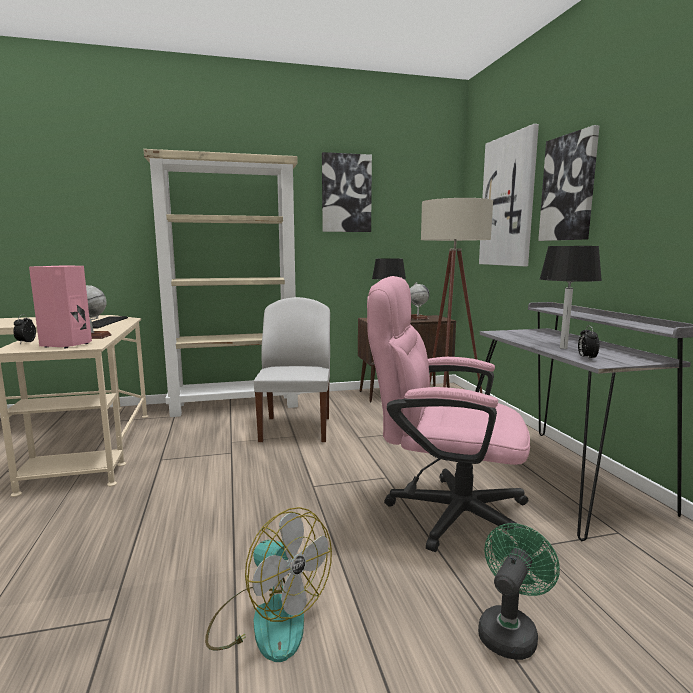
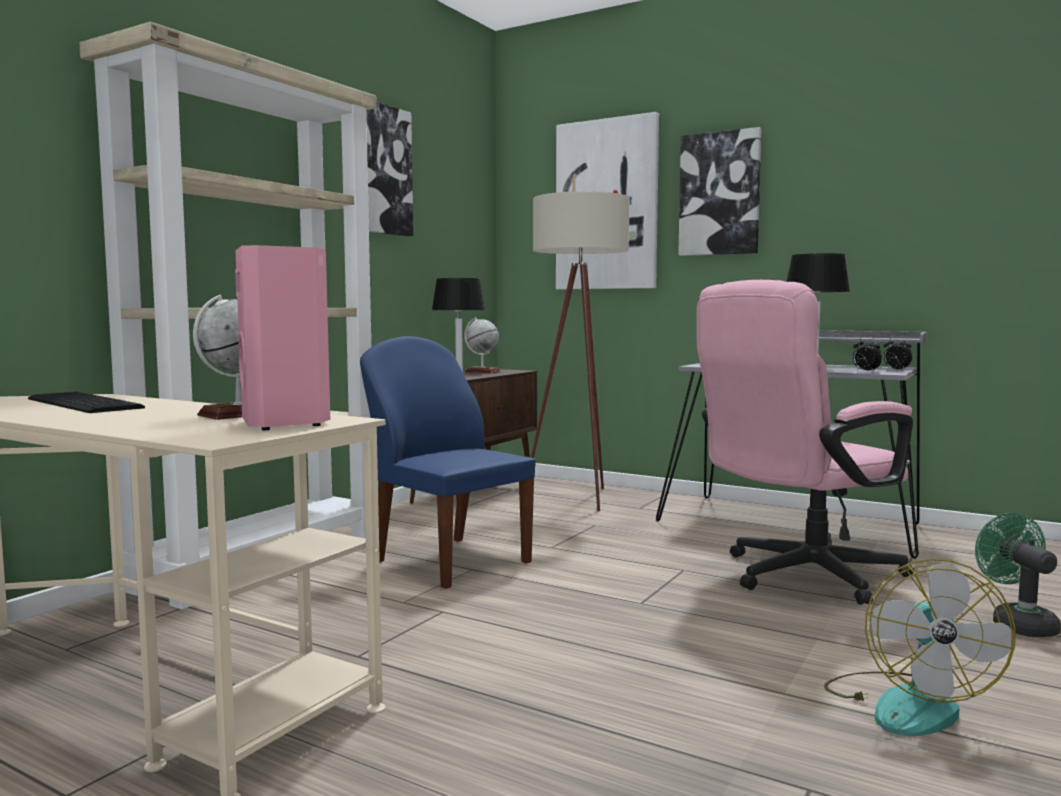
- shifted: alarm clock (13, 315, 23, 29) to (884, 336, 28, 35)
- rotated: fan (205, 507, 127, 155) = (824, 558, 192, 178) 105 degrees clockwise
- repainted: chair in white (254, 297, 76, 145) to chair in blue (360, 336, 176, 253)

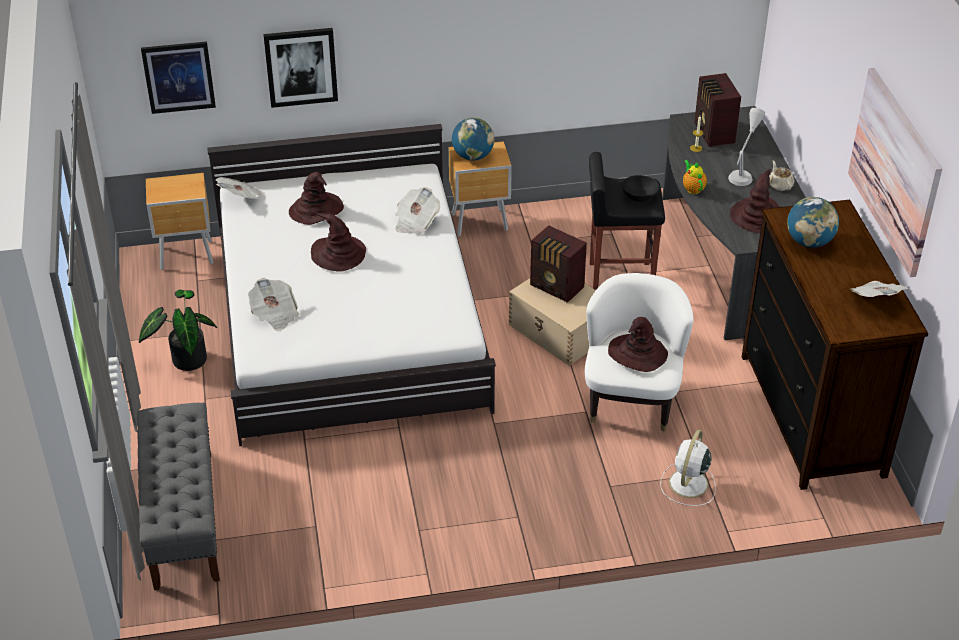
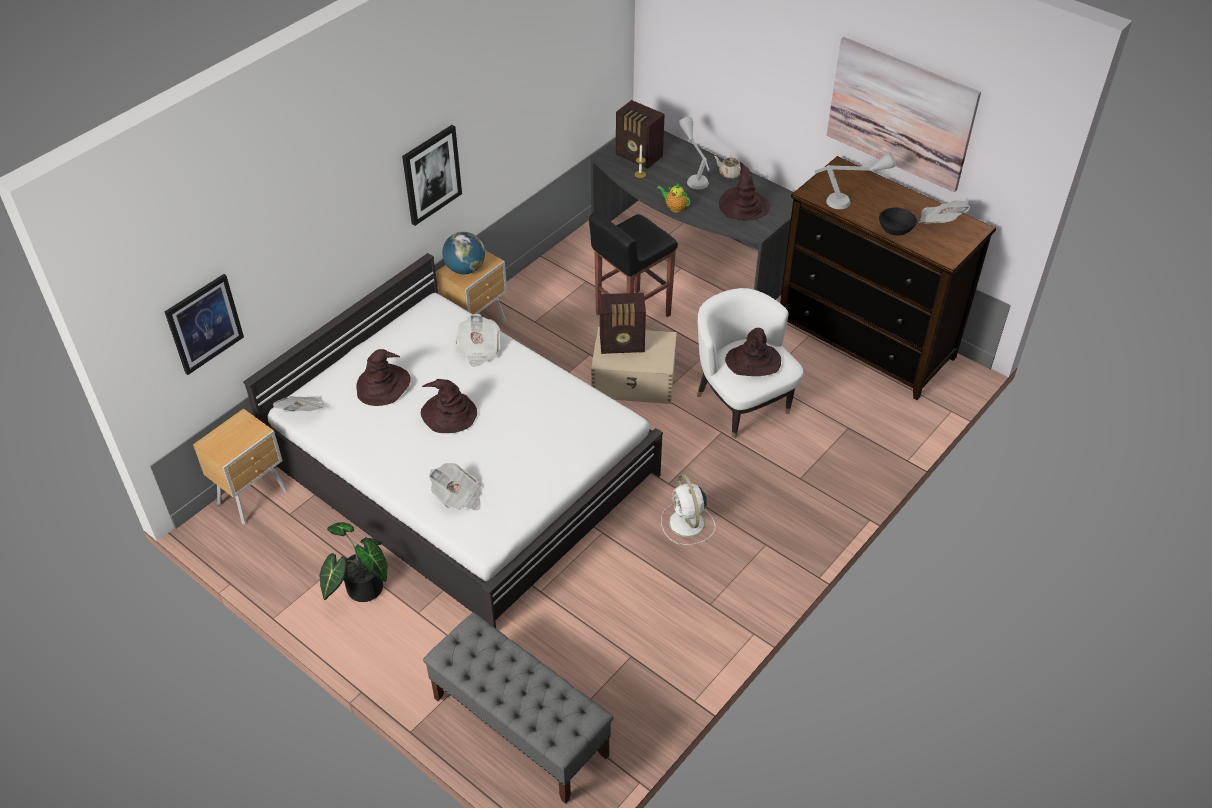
- shifted: picture (263, 28, 75, 80) to (402, 125, 60, 101)
- shifted: bowl in black (622, 175, 37, 27) to (879, 207, 38, 29)
- shifted: fan in white (660, 430, 56, 76) to (661, 474, 54, 71)
- swapped: globe (787, 197, 52, 51) to table lamp in grey (814, 152, 82, 57)

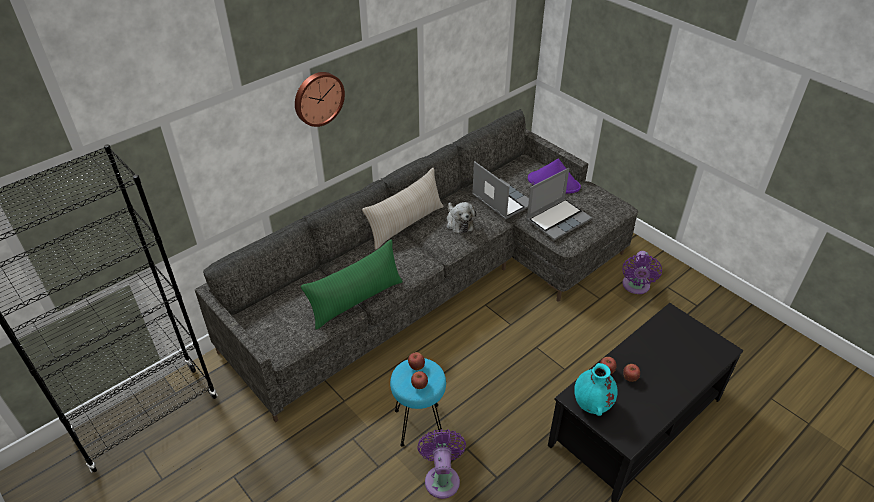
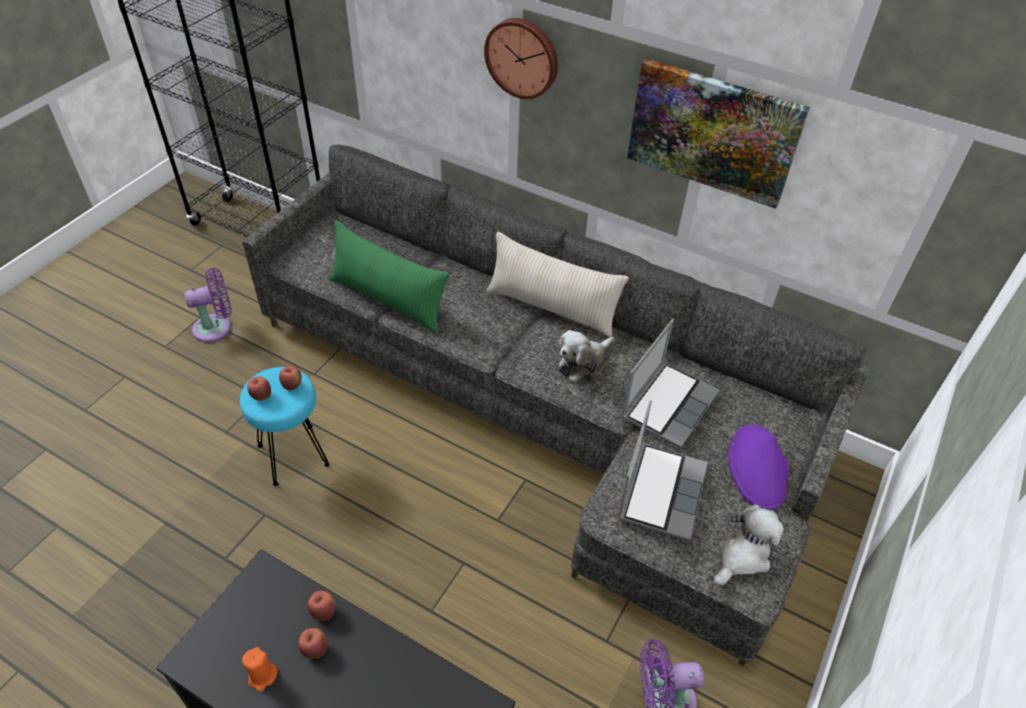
- shifted: fan in purple (418, 429, 48, 70) to (184, 268, 48, 75)
- rotated: laptop (526, 168, 66, 72) = (617, 400, 91, 141) 105 degrees counterclockwise
- gone: vase in turquoise (574, 363, 44, 53)
- new: candle in orange (242, 647, 35, 45)
- new: picture (627, 59, 183, 150)
- new: plush toy (713, 505, 71, 80)

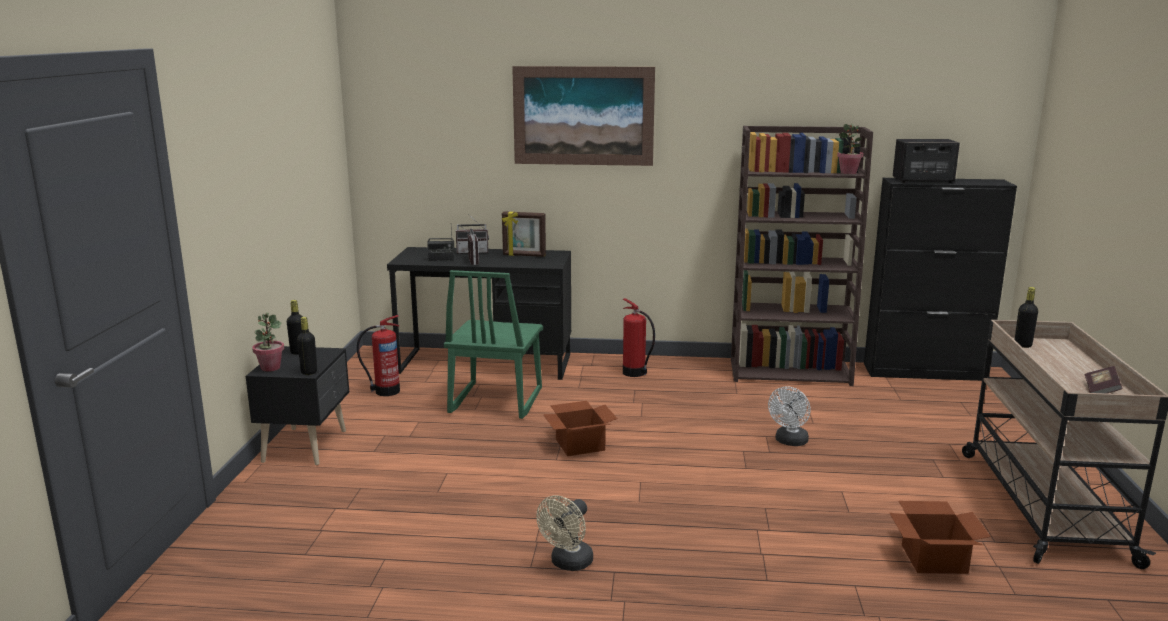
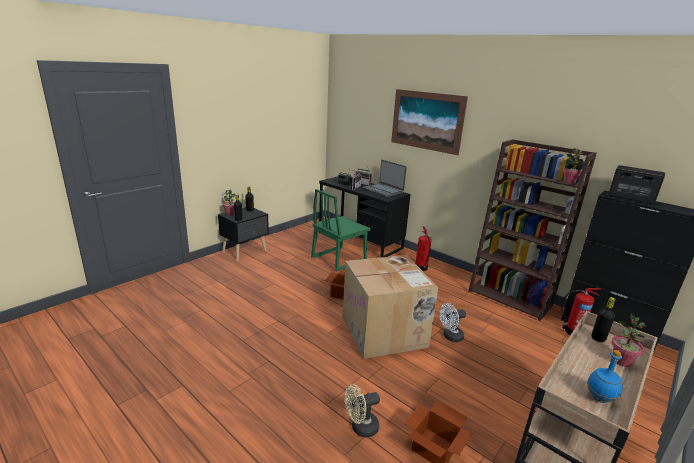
- shifted: fire extinguisher (357, 315, 43, 81) to (561, 288, 40, 47)
- swapped: picture frame (502, 211, 44, 46) to laptop (363, 160, 44, 37)
- shifted: fan in beige (536, 495, 57, 76) to (345, 384, 35, 54)
- swapped: book (1085, 366, 38, 28) to bottle in blue (587, 350, 36, 53)
- new: cardboard box (343, 255, 95, 104)
- new: potted plant (612, 314, 33, 53)

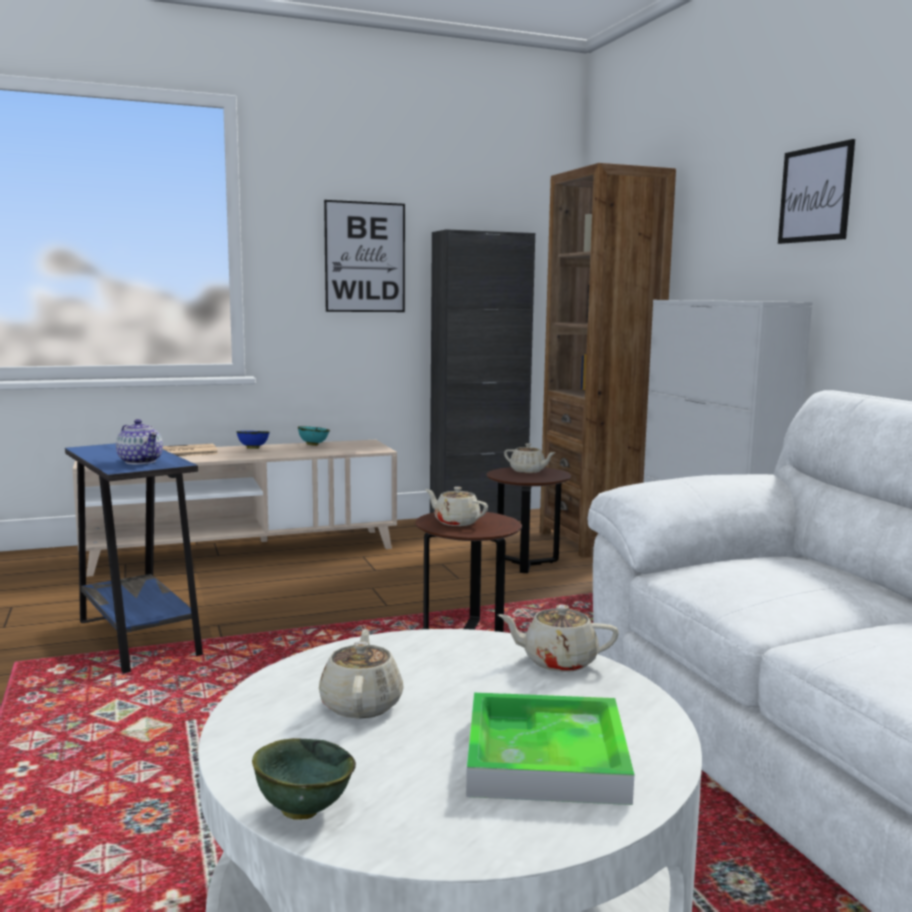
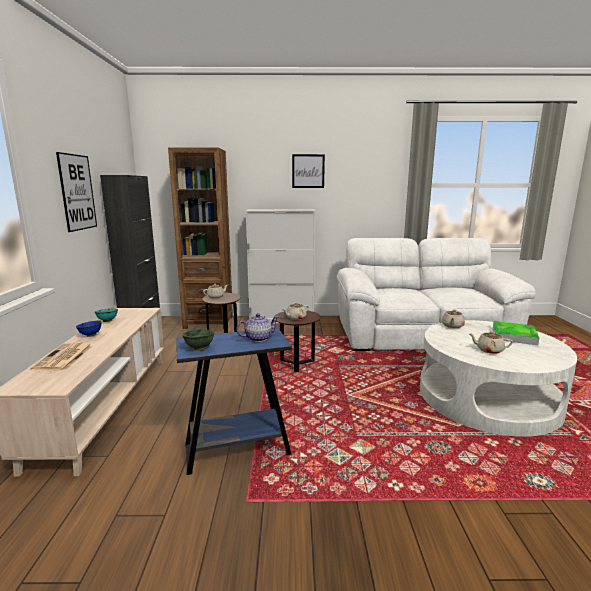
- shifted: bowl in green (252, 738, 104, 82) to (182, 329, 33, 22)

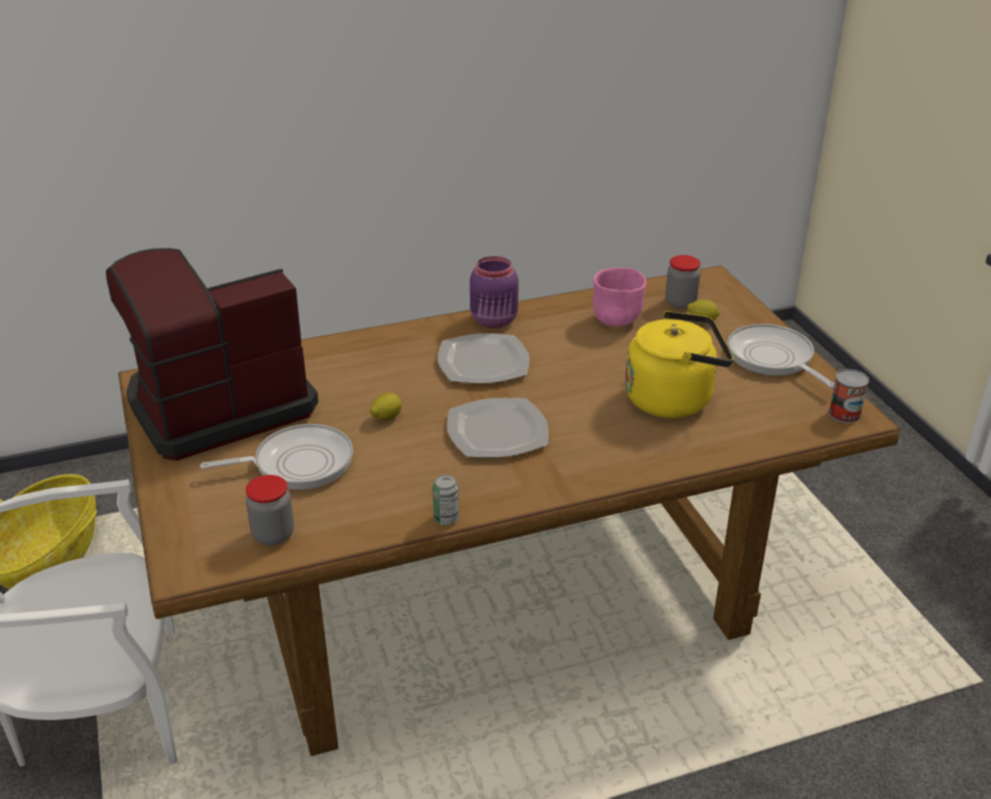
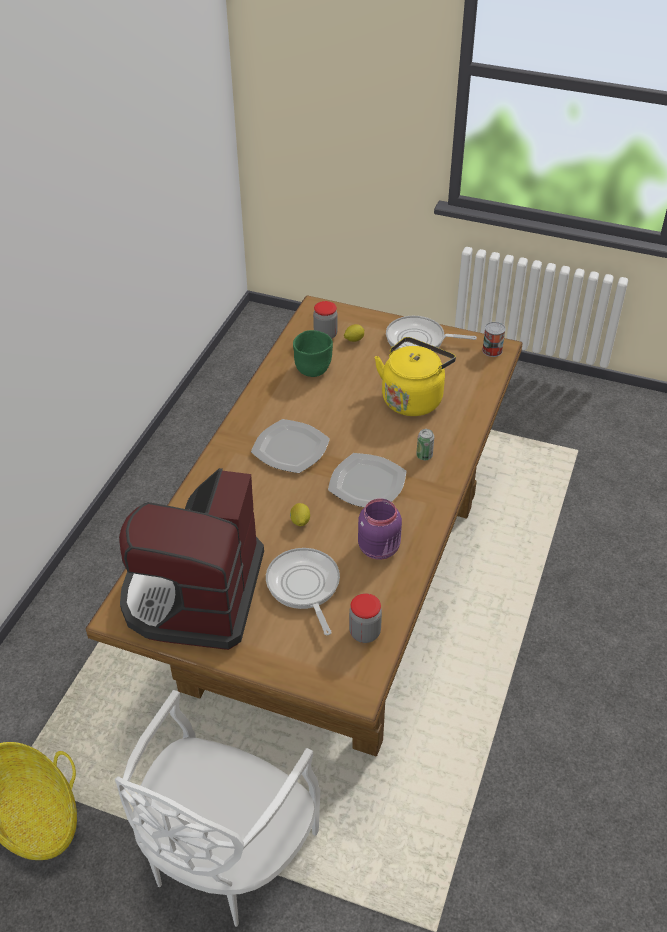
- rotated: frying pan (200, 424, 153, 66) = (266, 548, 74, 87) 45 degrees counterclockwise
- shifted: can (432, 475, 27, 50) to (417, 429, 17, 31)
- shifted: jar in purple (470, 256, 49, 72) to (358, 498, 44, 62)
- repainted: bowl in pink (593, 267, 53, 60) to bowl in green (293, 330, 40, 47)

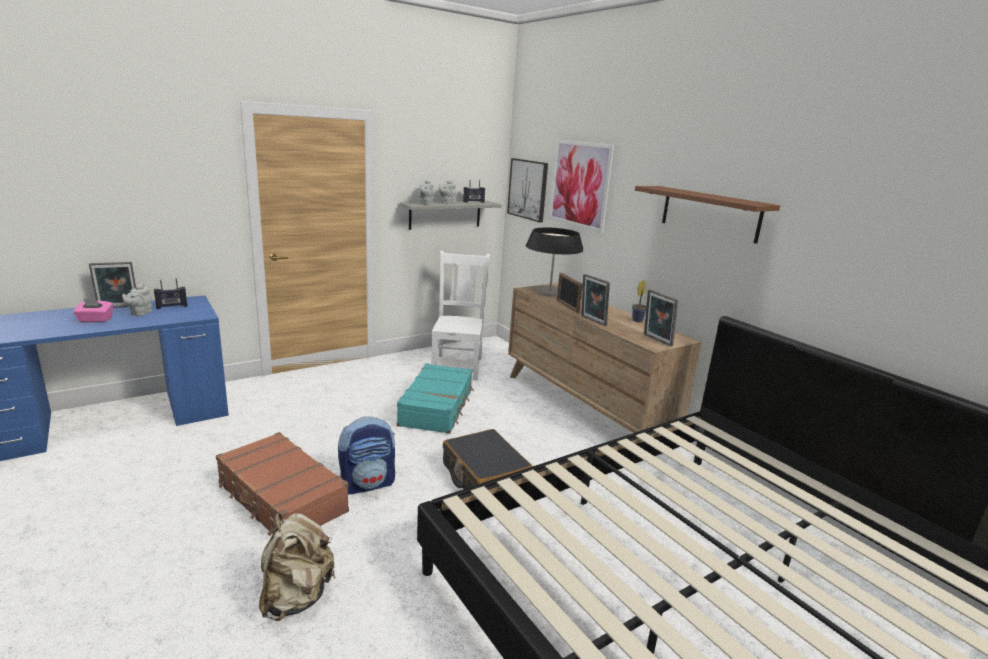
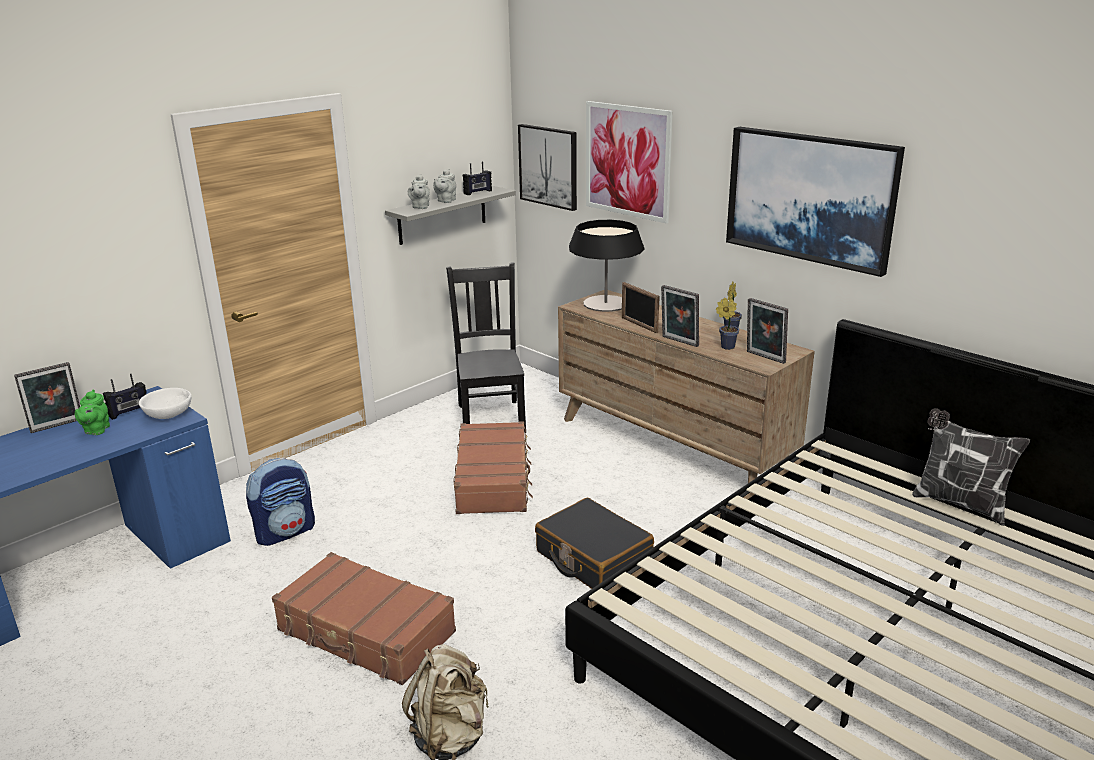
- gone: tissue box in pink (73, 299, 40, 23)
- repainted: teapot in grey (122, 283, 30, 33) to teapot in green (75, 389, 35, 46)
- shifted: backpack (338, 417, 57, 77) to (246, 458, 69, 88)
- repainted: suitcase in turquoise (397, 363, 77, 71) to suitcase in brown (453, 421, 80, 93)
- repainted: chair in white (431, 251, 59, 129) to chair in black (446, 263, 80, 170)
- swapped: shelf in brown (635, 186, 145, 58) to picture (726, 127, 179, 150)
- new: bowl in white (139, 388, 53, 31)
- new: potted plant (716, 298, 23, 52)
- new: pillow (912, 408, 118, 118)

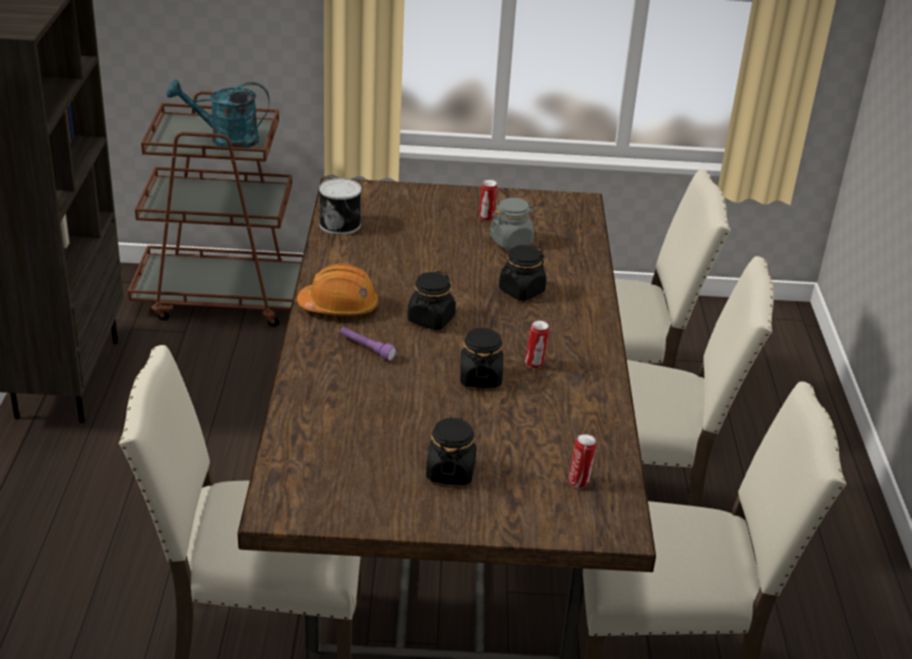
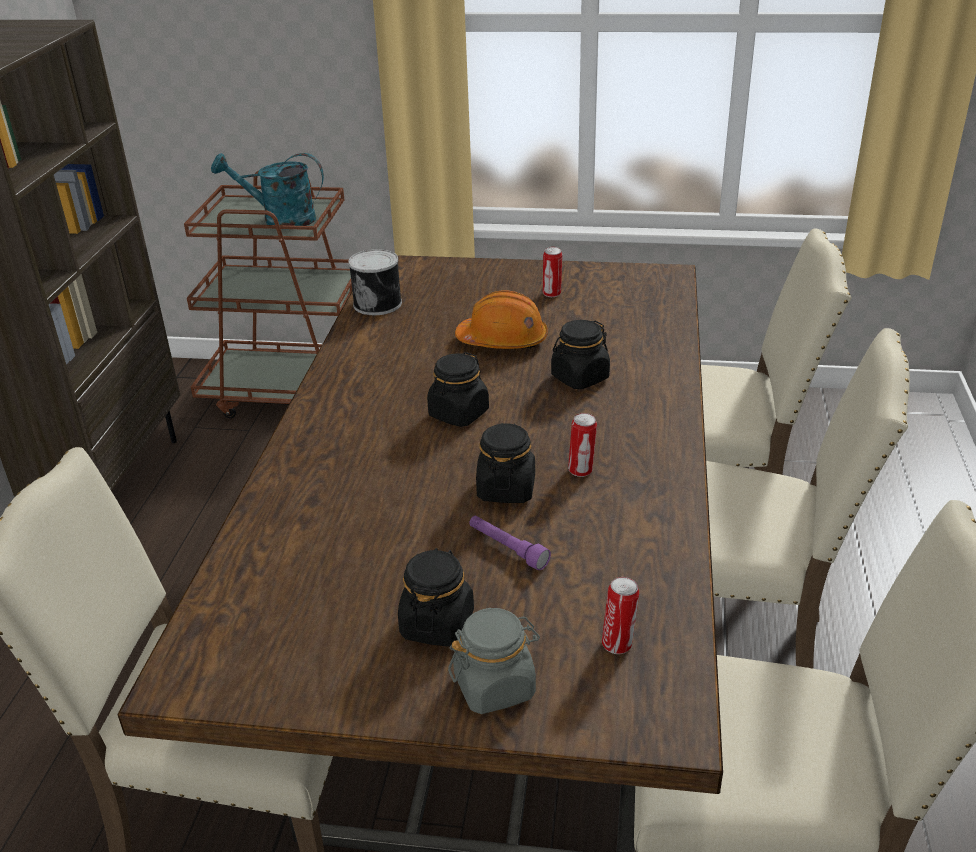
- shifted: hard hat in orange (297, 263, 82, 53) to (455, 290, 93, 59)
- shifted: flashlight in purple (340, 327, 57, 34) to (469, 516, 82, 54)
- shifted: jar in grey (490, 198, 46, 51) to (448, 608, 92, 106)

